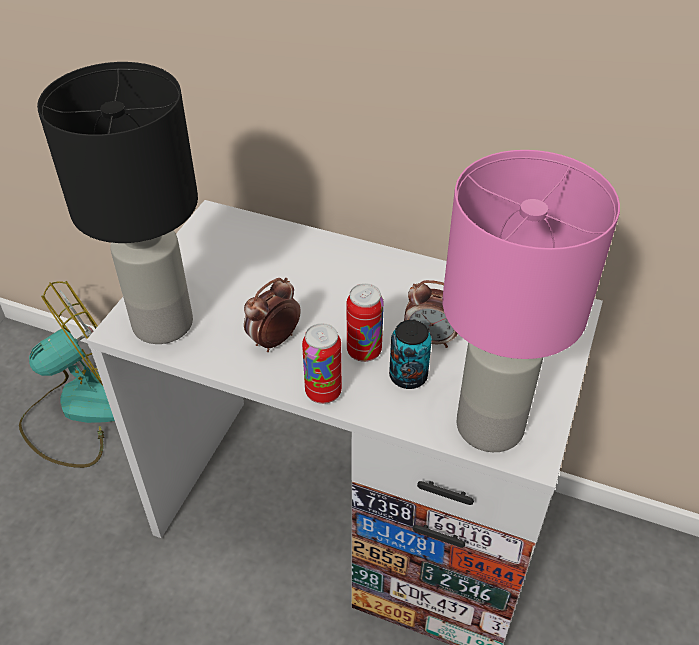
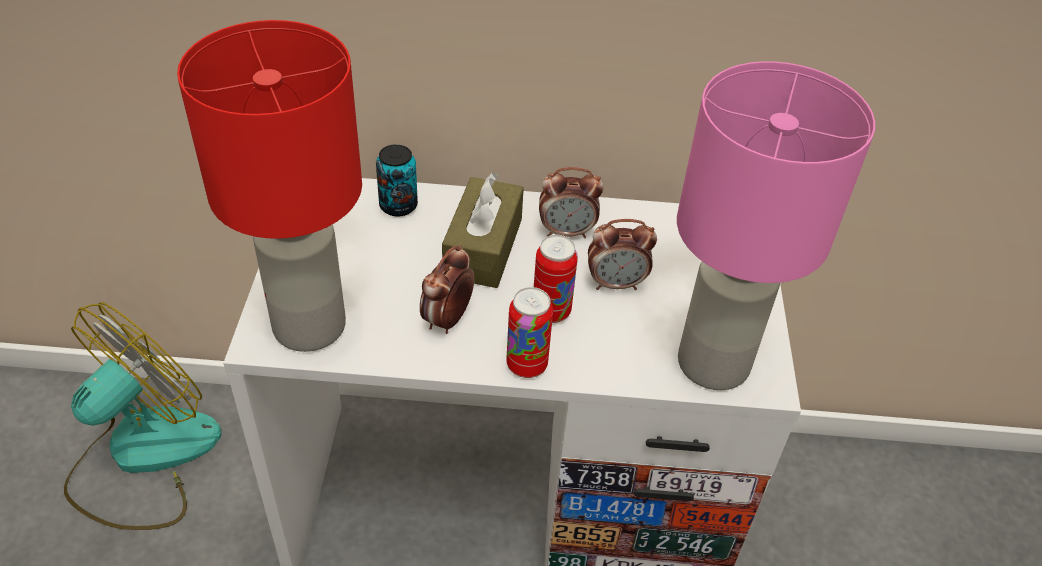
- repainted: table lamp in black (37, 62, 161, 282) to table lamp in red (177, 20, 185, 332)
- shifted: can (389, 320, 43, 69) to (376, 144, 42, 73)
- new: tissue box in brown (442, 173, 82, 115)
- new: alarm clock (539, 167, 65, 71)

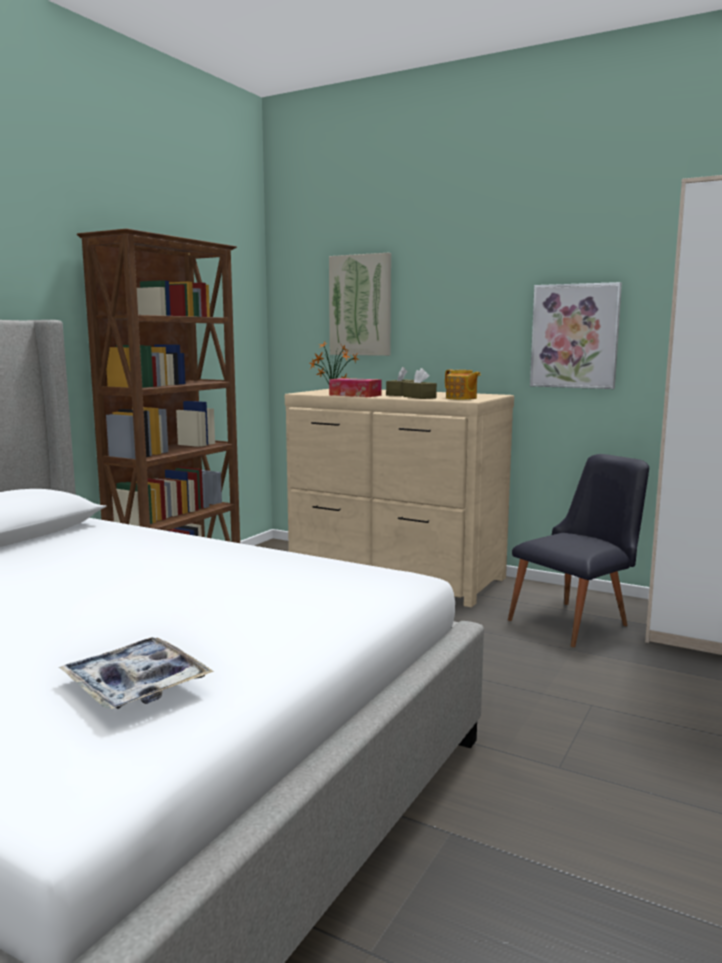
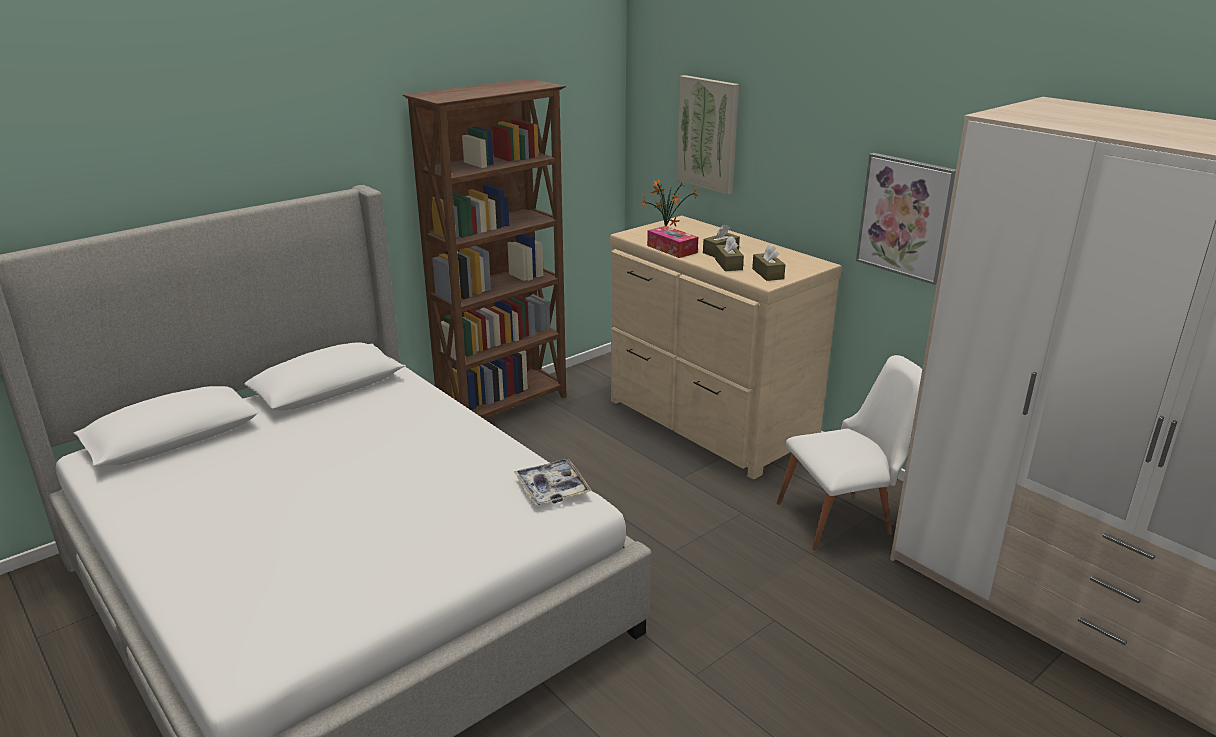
- shifted: tray (58, 637, 156, 72) to (514, 459, 78, 46)
- swapped: teapot (445, 369, 36, 31) to tissue box in brown (752, 244, 34, 37)
- repainted: chair in black (508, 454, 141, 193) to chair in white (776, 355, 146, 196)

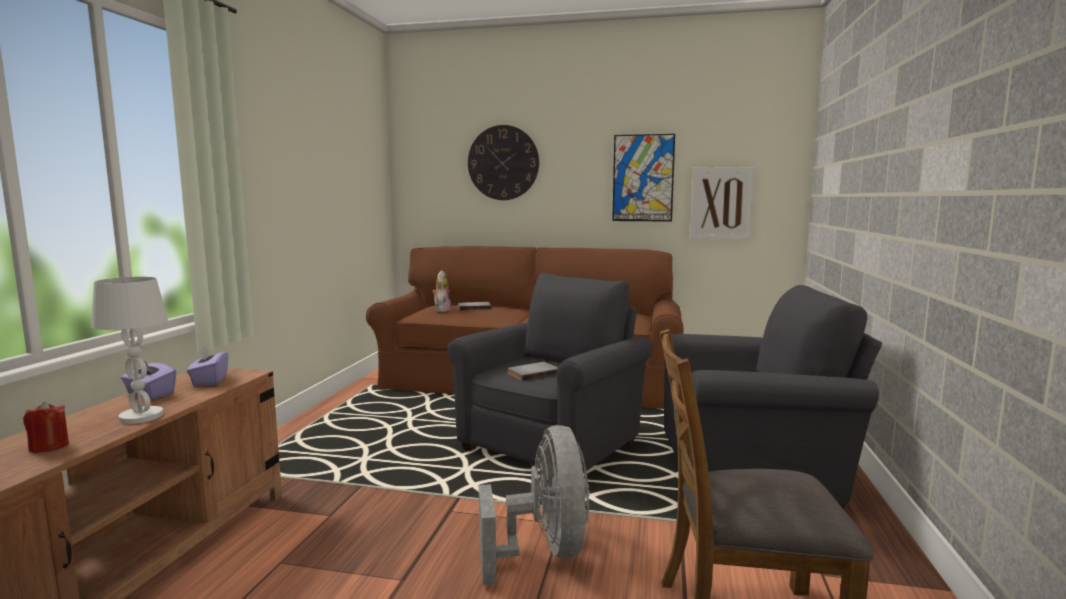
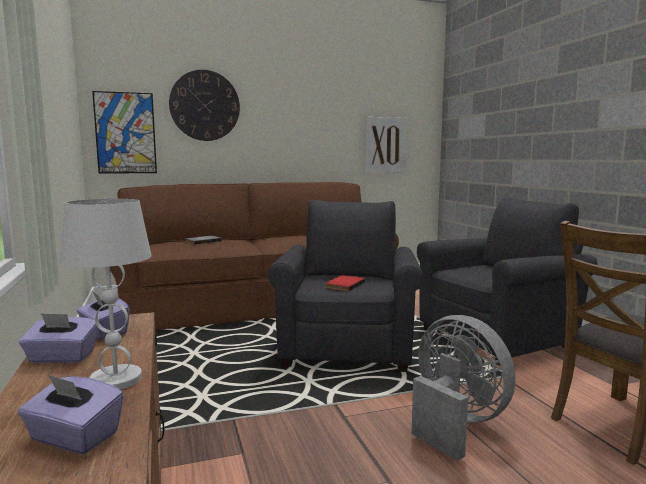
- swapped: candle in red (23, 401, 46, 52) to tissue box in purple (18, 375, 106, 79)
- gone: plush toy (432, 271, 19, 41)
- repainted: book in grey (507, 362, 51, 19) to book in red (325, 275, 41, 17)
- shifted: picture (612, 134, 63, 88) to (92, 91, 65, 83)

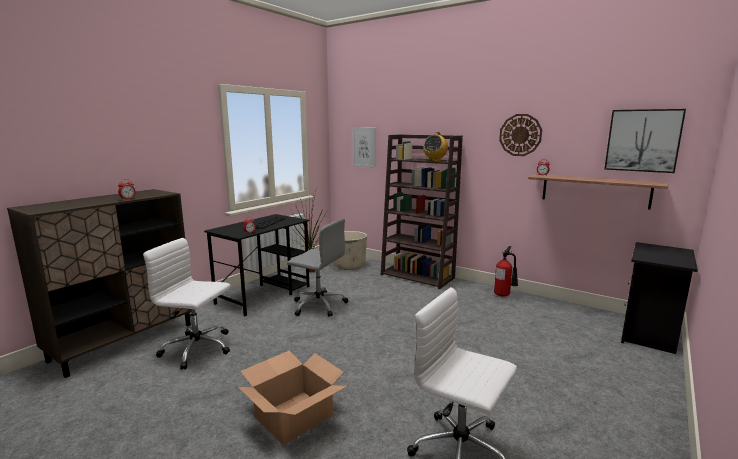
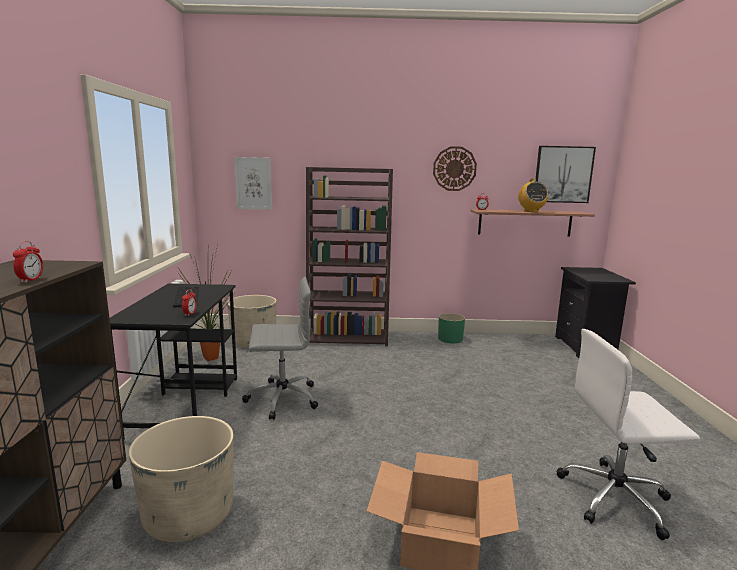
- swapped: office chair in white (143, 238, 88, 132) to planter in beige (129, 416, 105, 126)
- shifted: radio (423, 132, 25, 29) to (518, 178, 30, 34)
- swapped: fire extinguisher (494, 246, 24, 51) to planter in green (438, 313, 27, 30)

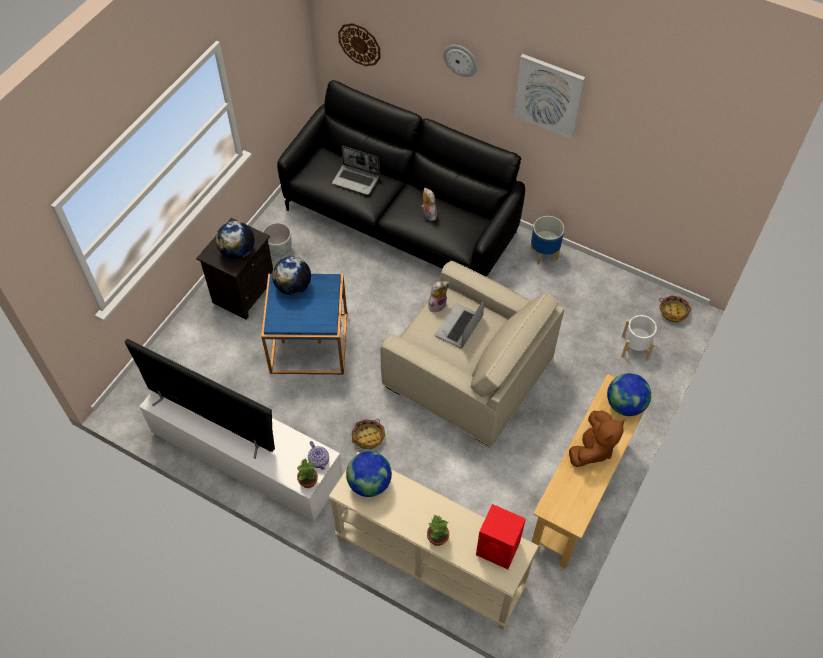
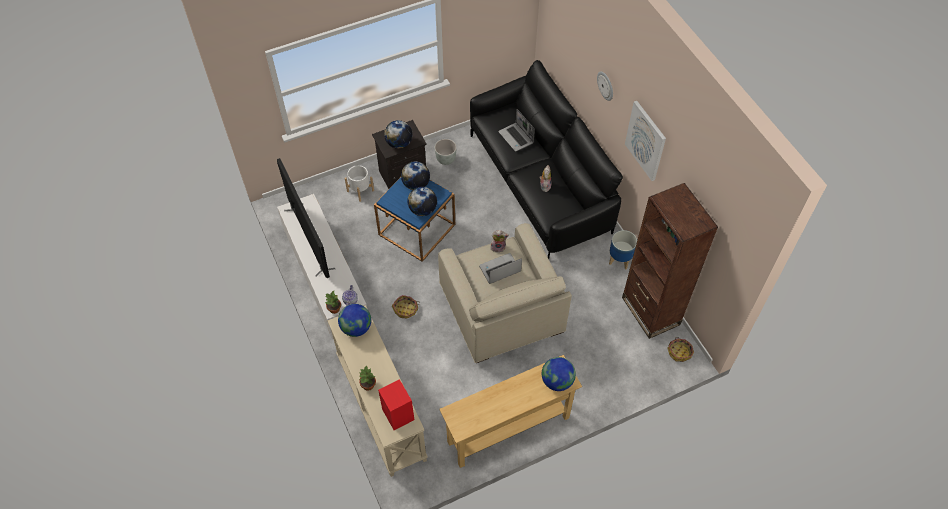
- gone: wall clock (338, 23, 43, 43)
- gone: plush toy in brown (569, 410, 56, 57)
- shifted: planter in white (621, 315, 36, 46) to (345, 165, 29, 37)
- new: globe (408, 187, 29, 29)
- new: bookcase in brown (622, 183, 96, 156)

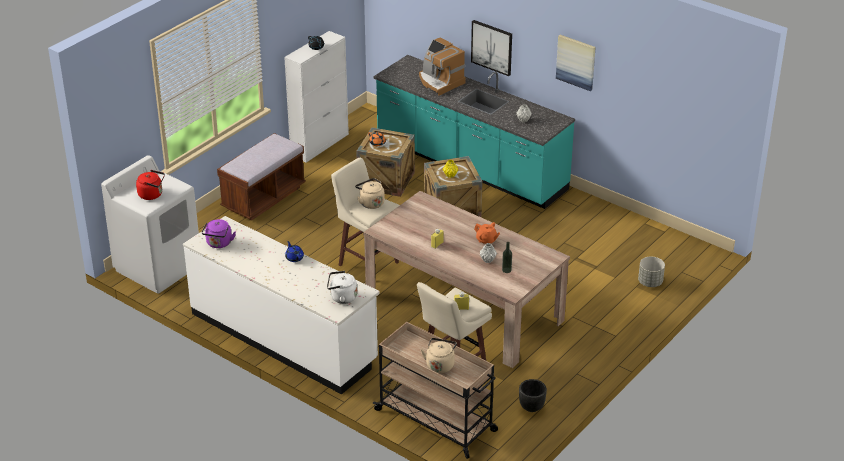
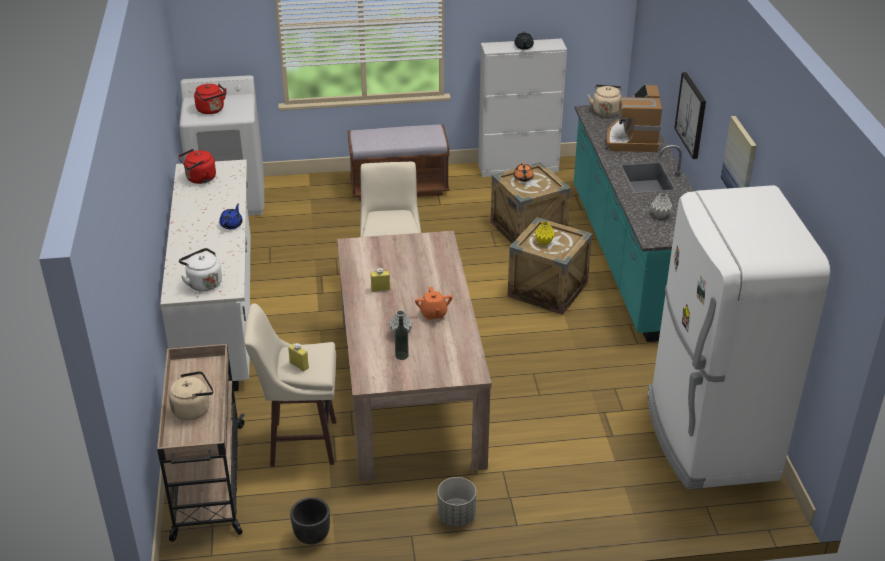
- repainted: kettle in purple (202, 219, 34, 29) to kettle in red (178, 149, 38, 35)
- shifted: kettle in beige (355, 178, 30, 31) to (587, 85, 35, 31)
- shifted: planter in grey (638, 257, 27, 30) to (438, 477, 38, 50)
- new: fridge in white (648, 185, 182, 304)

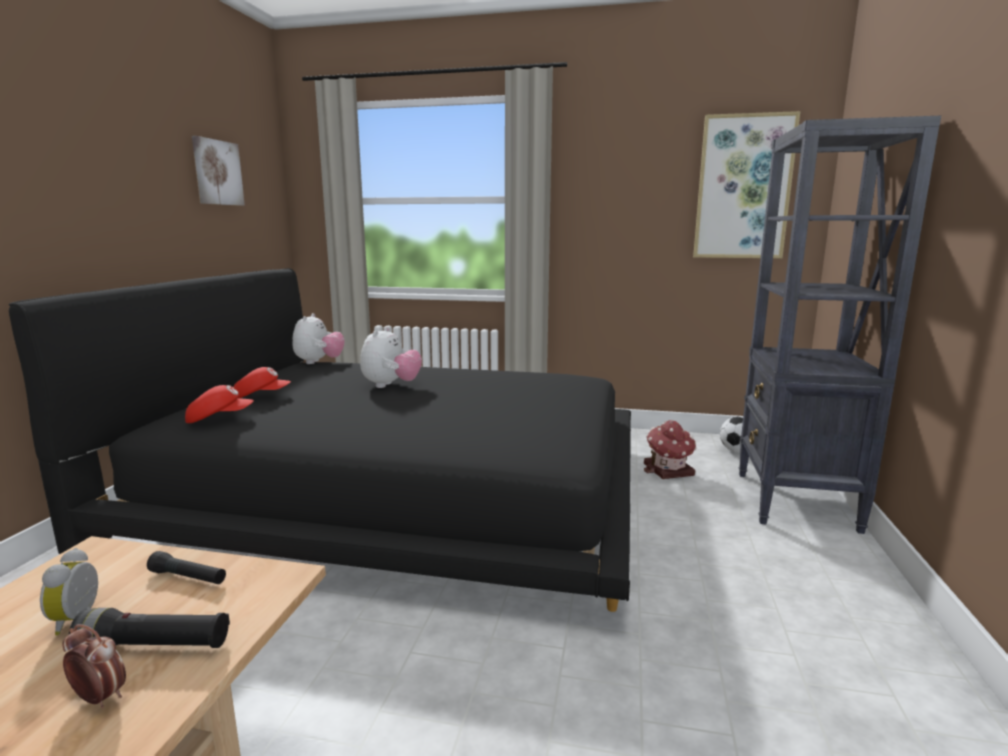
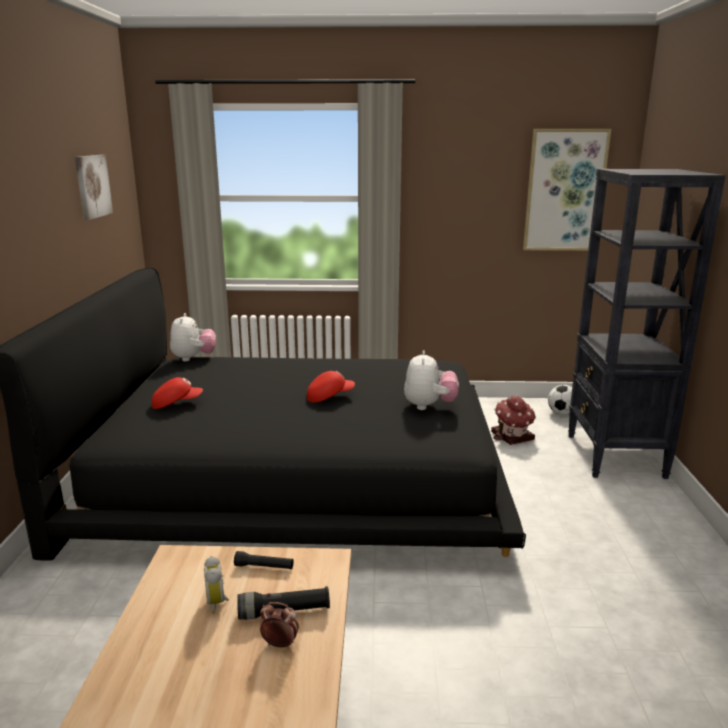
- shifted: cap in red (185, 385, 69, 38) to (307, 371, 48, 31)
- shifted: plush toy (360, 327, 62, 61) to (404, 350, 55, 60)

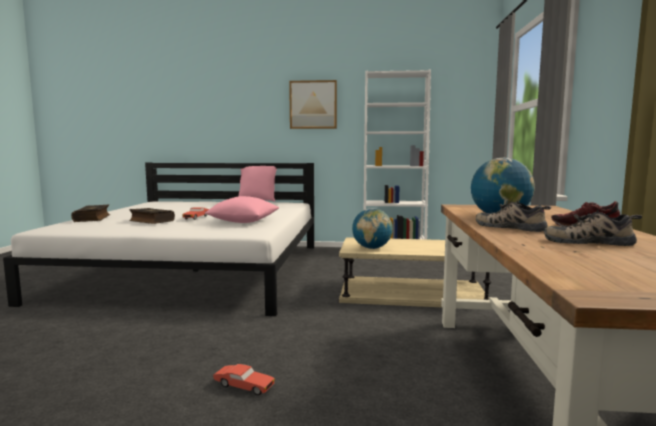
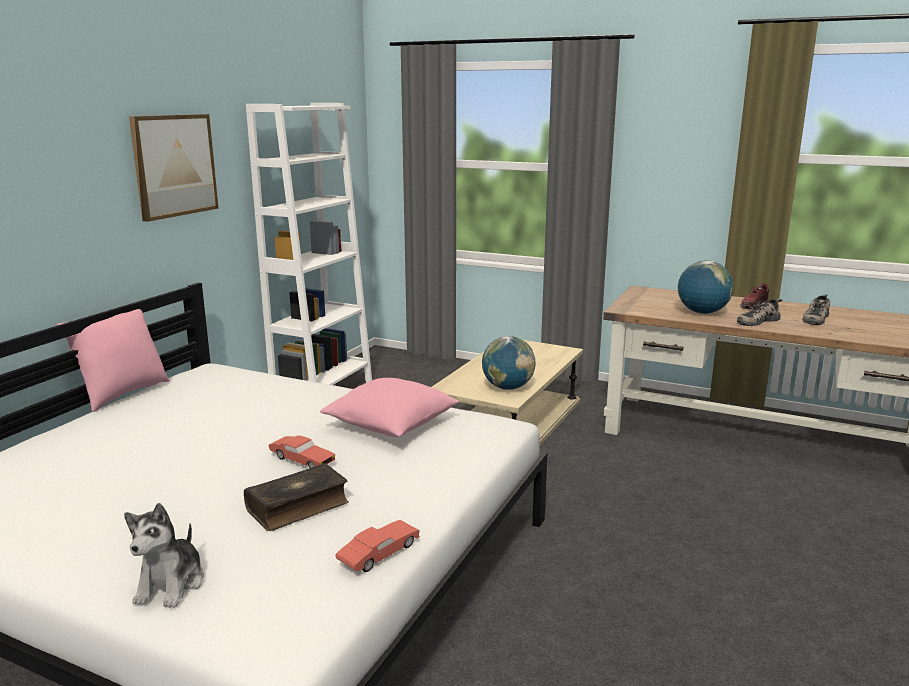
- swapped: book (71, 205, 39, 17) to plush toy (124, 503, 80, 105)
- shifted: toy car in red (213, 364, 62, 31) to (335, 520, 85, 52)

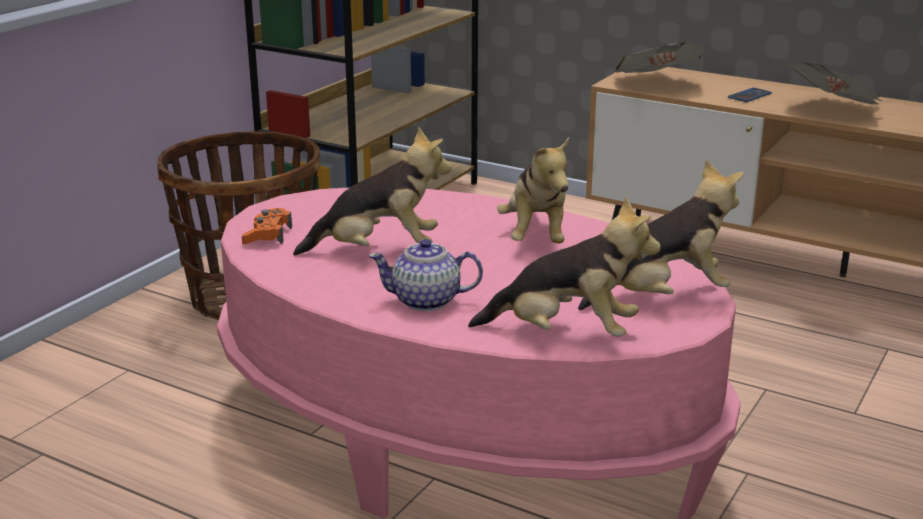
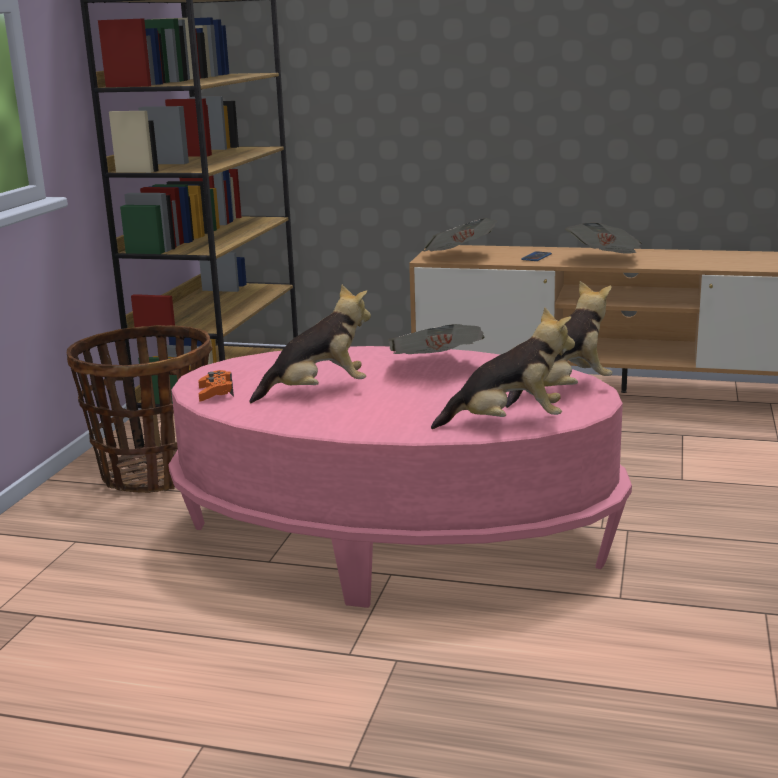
- gone: teapot (368, 239, 115, 72)
- swapped: plush toy (497, 138, 72, 105) to newspaper (388, 324, 97, 30)

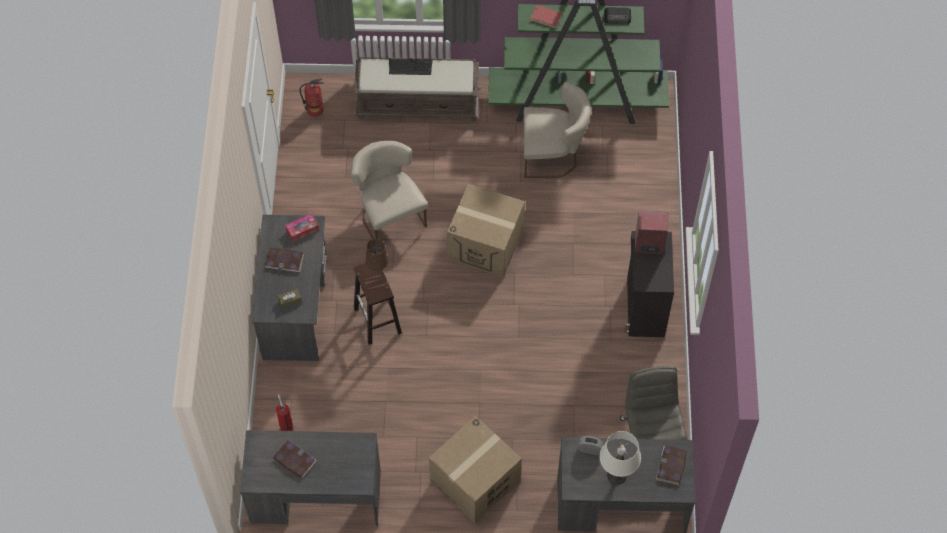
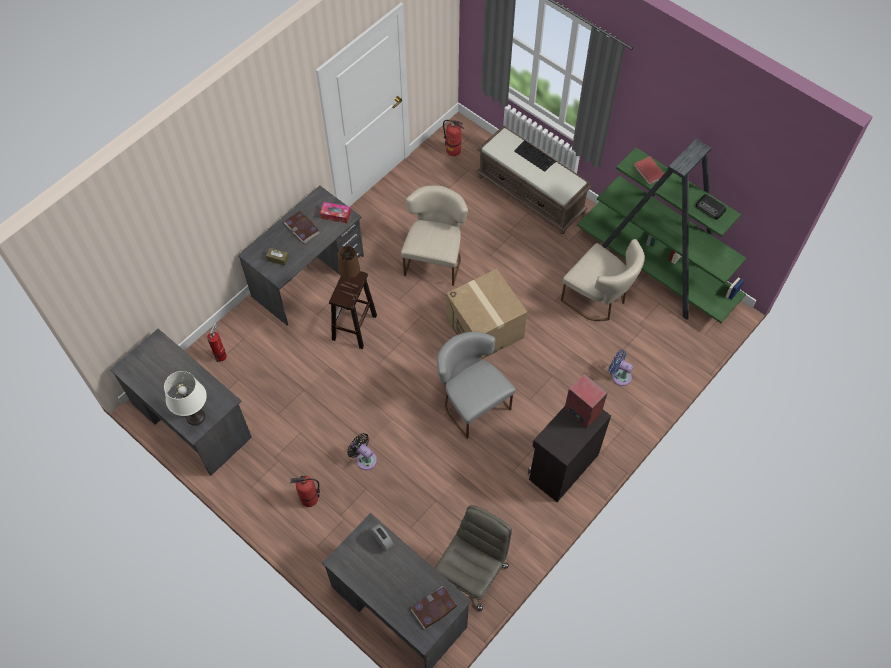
- gone: book (273, 440, 44, 38)
- swapped: cardboard box (429, 416, 93, 107) to fire extinguisher (290, 475, 30, 32)
- shifted: table lamp in white (600, 431, 41, 54) to (164, 371, 43, 55)
- new: fan in black (347, 433, 30, 37)
- new: chair in grey (437, 331, 79, 108)
- new: fan in blue (609, 350, 24, 36)

